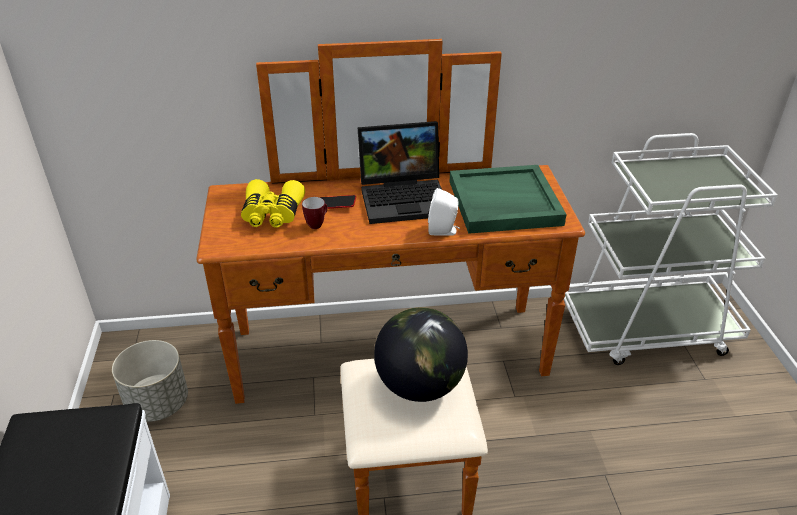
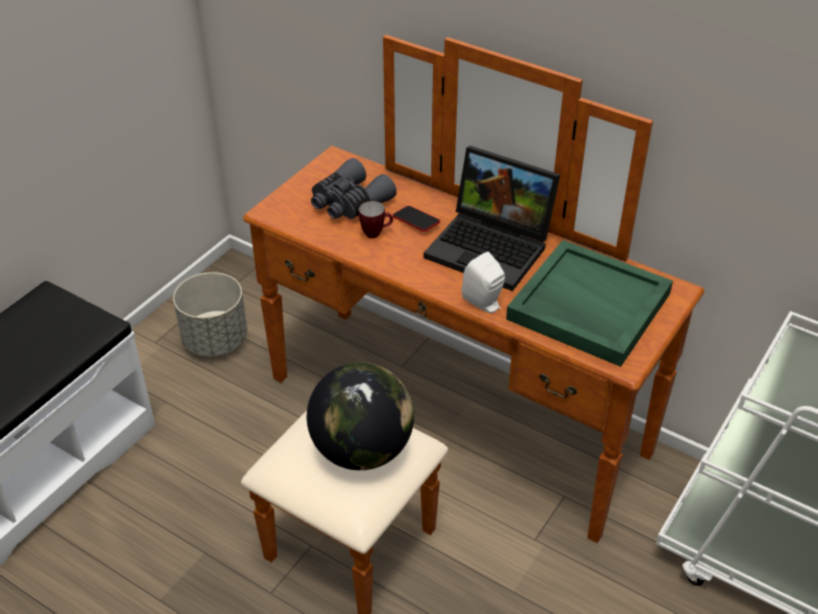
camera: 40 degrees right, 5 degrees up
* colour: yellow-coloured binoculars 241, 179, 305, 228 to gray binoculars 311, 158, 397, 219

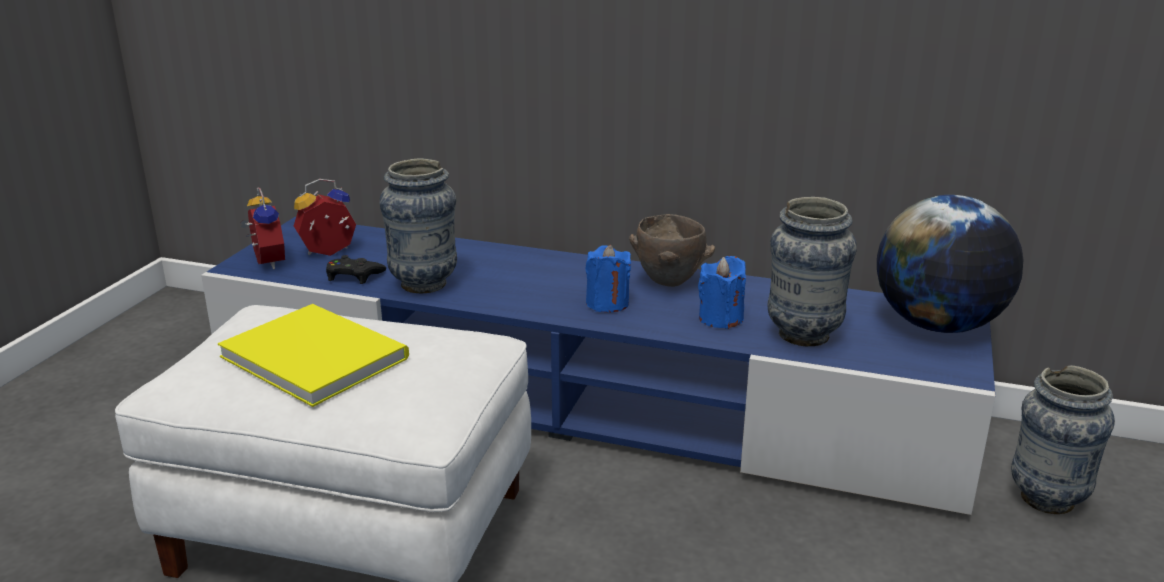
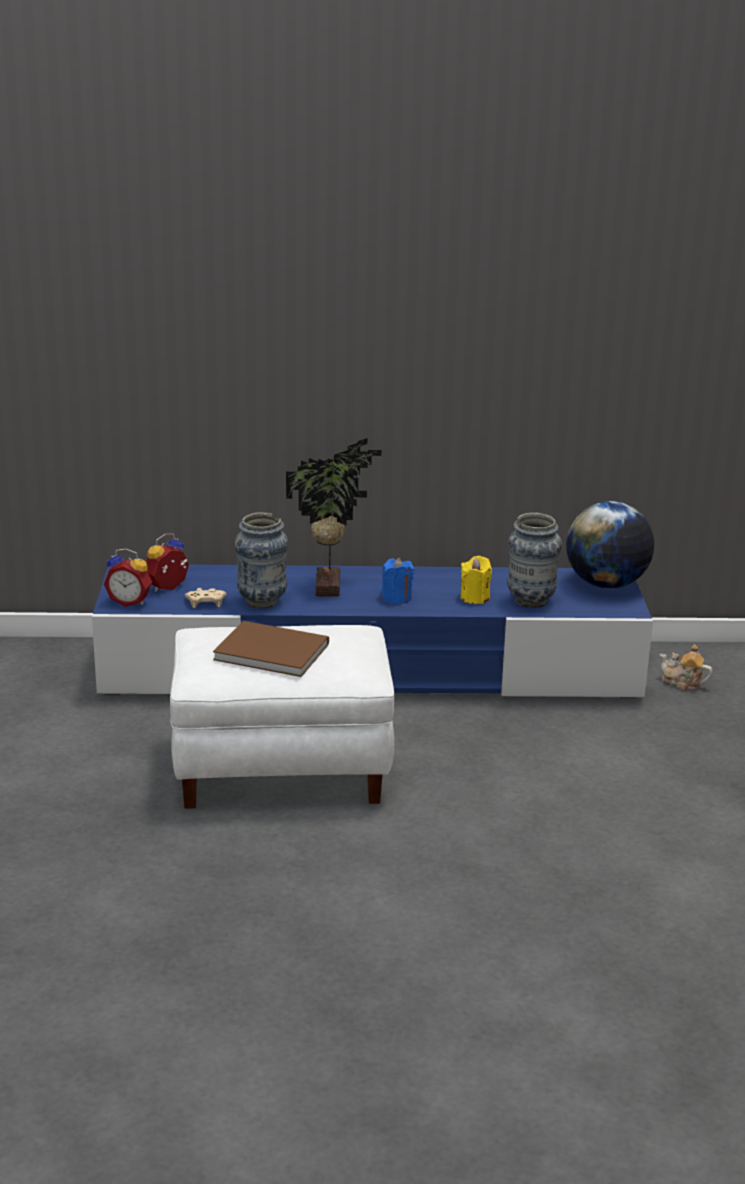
camera: 20 degrees left, 0 degrees up
* missing: brown-coloured deep dish 629, 214, 715, 287
* appeared: houseplant 286, 438, 382, 597
* exchanged: decorative vase 1011, 365, 1115, 514 to pot for tea 660, 644, 713, 690
* colour: yellow-coloured book 218, 304, 409, 407 to brown-coloured book 213, 621, 329, 677
* colour: black-coloured gamepad 326, 255, 386, 284 to beige gamepad 185, 588, 227, 608
* colour: blue-coloured wax candle 698, 256, 746, 329 to yellow-coloured wax candle 461, 556, 492, 604
* spun: alarm clock 240, 187, 285, 269 = 104, 548, 152, 607 150 degrees clockwise

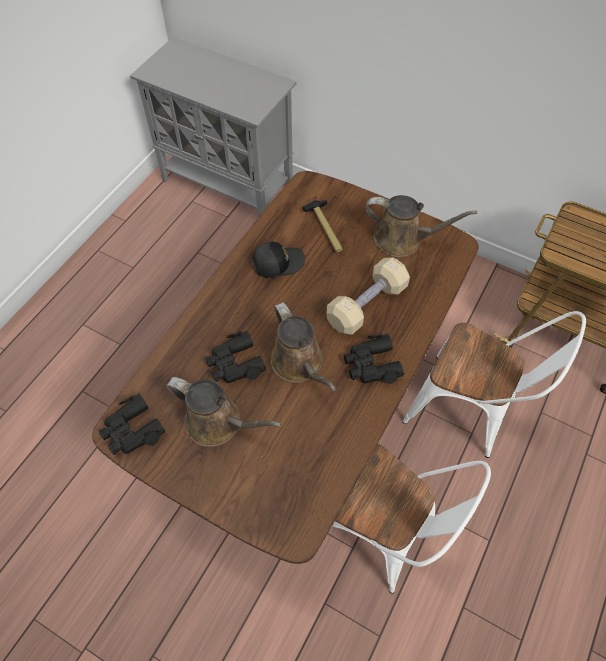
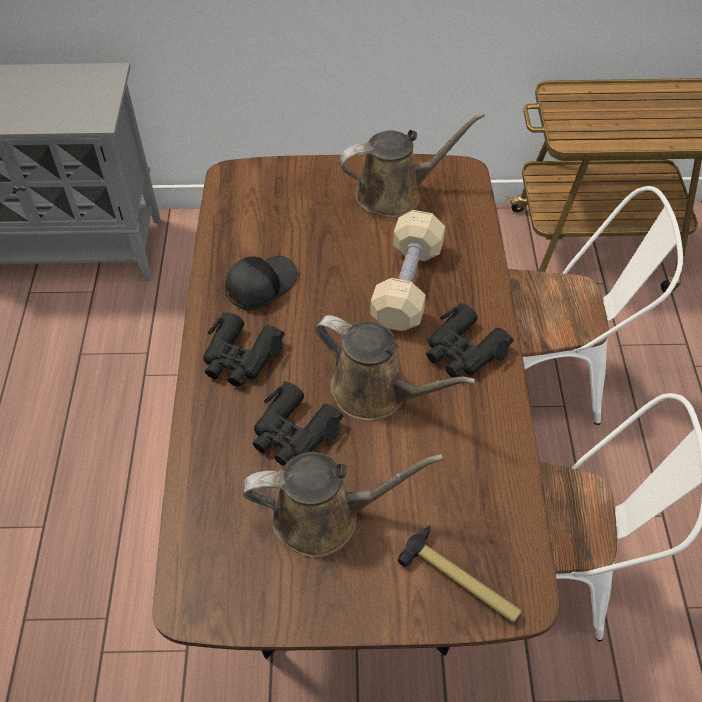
camera: 30 degrees left, 5 degrees down
* relocated: black-coloured binoculars 99, 393, 165, 455 to 203, 312, 285, 386
* relocated: tool hammer 303, 200, 343, 253 to 398, 525, 522, 623

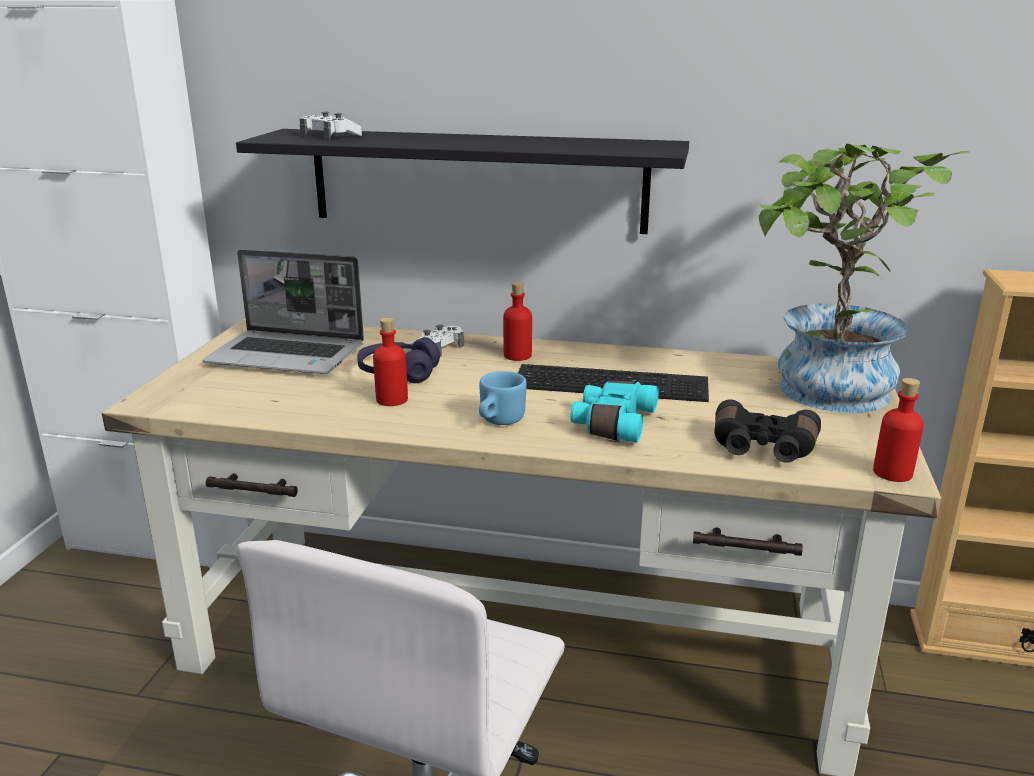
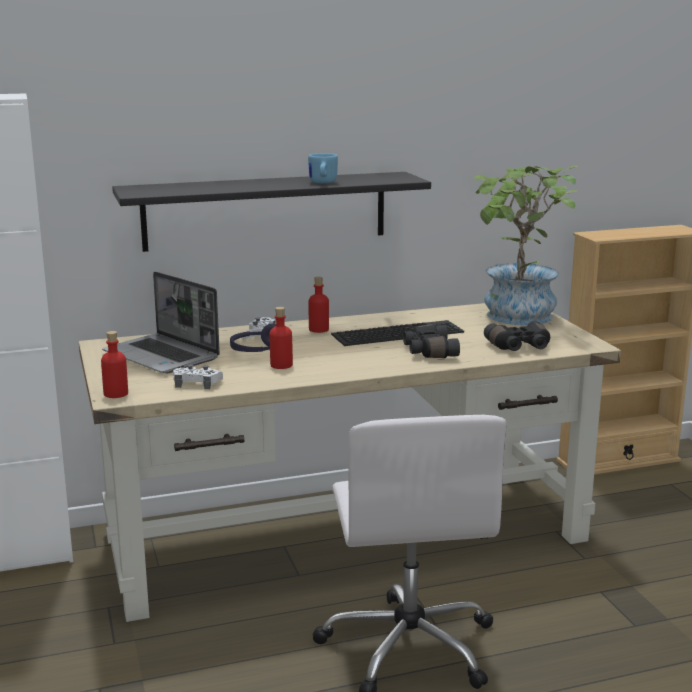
camera: 30 degrees left, 5 degrees down
* relocated: white-coloured gamepad 300, 112, 362, 139 to 173, 364, 223, 389
* relocated: blue-coloured mug 479, 371, 527, 425 to 308, 153, 338, 183
* relocated: red beverage bottle 873, 378, 924, 482 to 101, 331, 128, 398
* colour: blue-green binoculars 570, 381, 659, 443 to black-coloured binoculars 403, 324, 460, 358
* spun: notebook computer 203, 249, 364, 374 = 102, 272, 220, 373 60 degrees clockwise

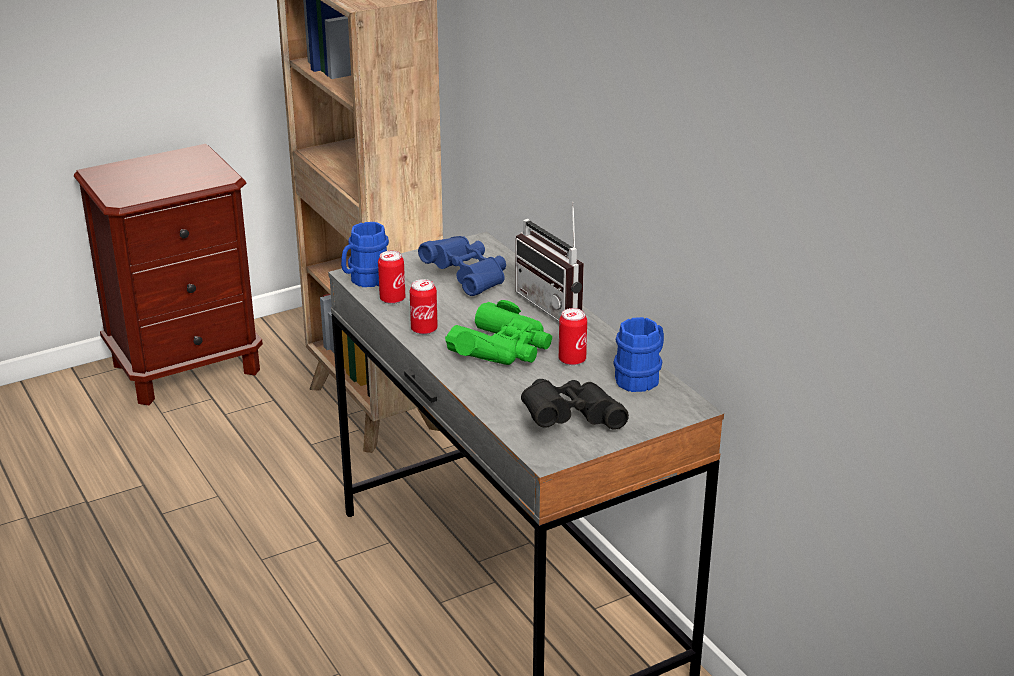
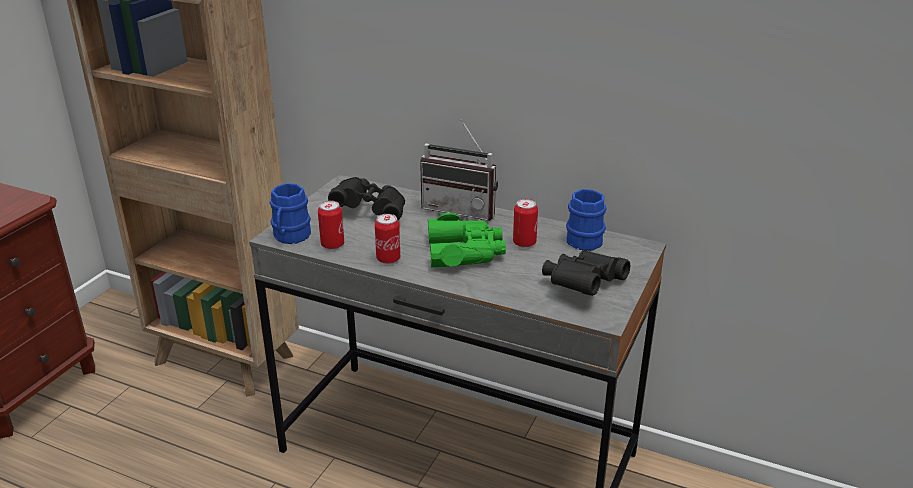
camera: 35 degrees left, 0 degrees up
* colour: blue-coloured binoculars 418, 236, 506, 296 to black-coloured binoculars 328, 177, 405, 220

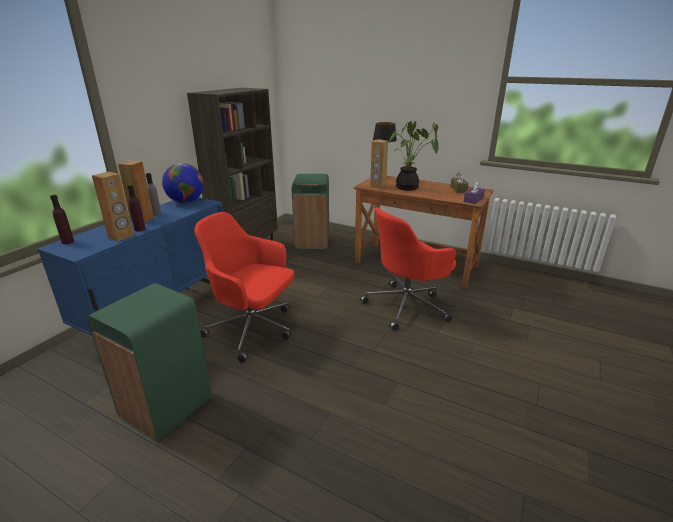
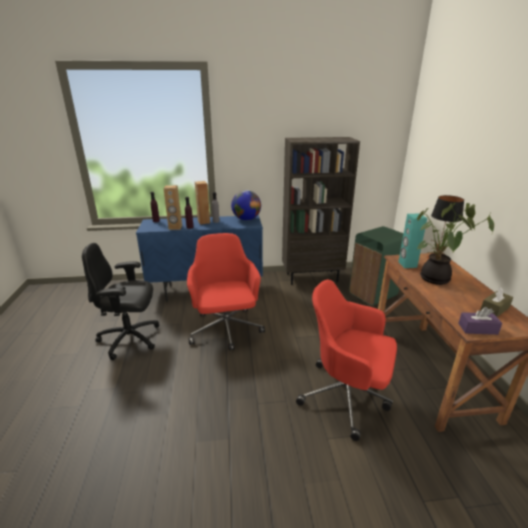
camera: 55 degrees right, 0 degrees up
* exchanged: green-coloured waste bin 87, 283, 211, 442 to black-coloured office chair 82, 243, 159, 360
* colour: brown-coloured speaker 370, 139, 388, 189 to blue-green speaker 398, 213, 427, 268

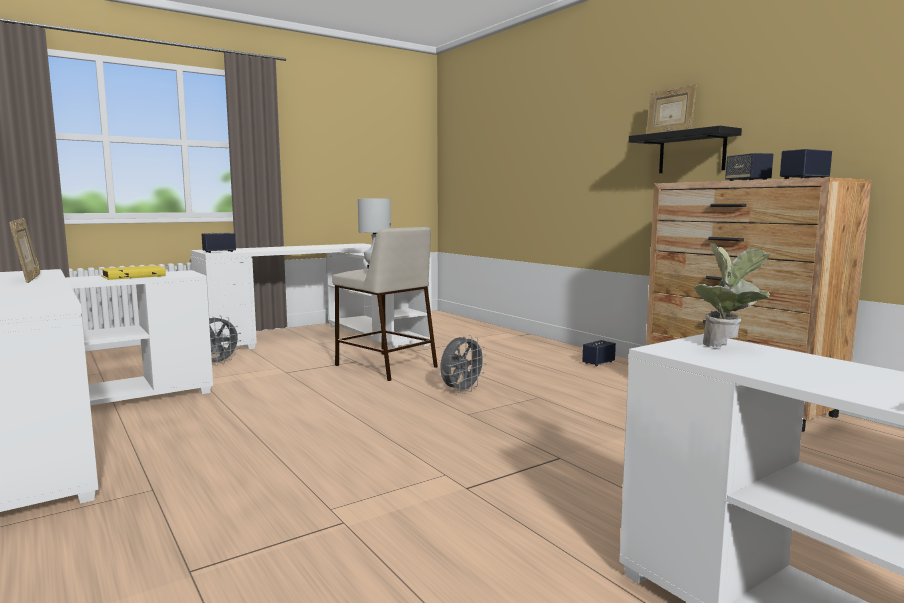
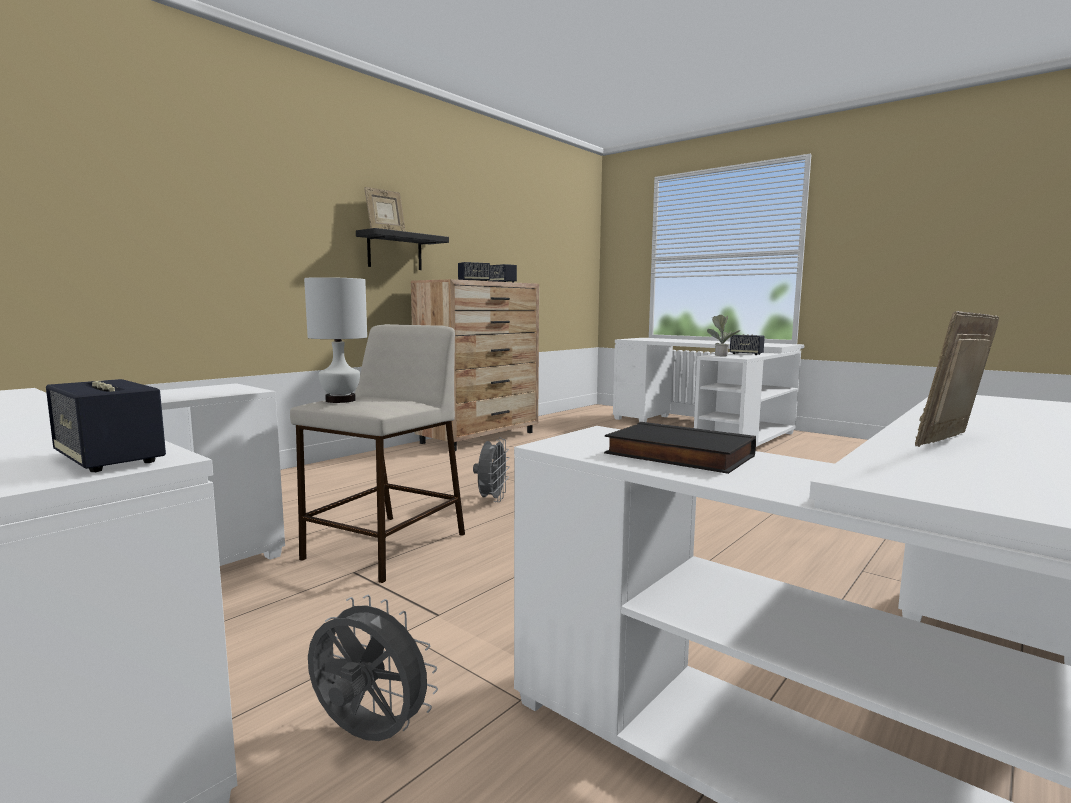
camera: 105 degrees left, 0 degrees up
* relocated: speaker 582, 340, 616, 366 to 730, 334, 765, 355
* colour: yellow-coloured book 101, 265, 166, 280 to black-coloured book 604, 422, 756, 474
* spun: gray fan 440, 335, 487, 394 = 473, 438, 510, 502 75 degrees clockwise

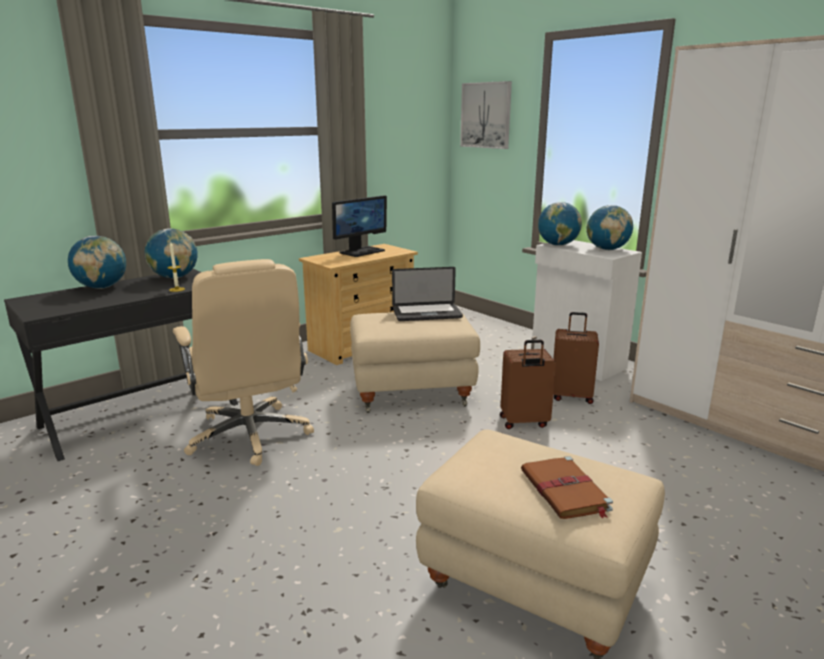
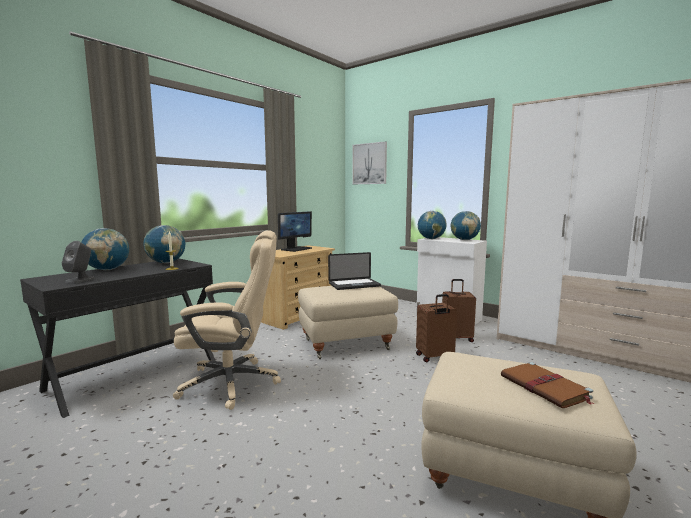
camera: 10 degrees left, 10 degrees down
* appeared: gray speaker 62, 241, 95, 283
* spun: beige office chair 173, 259, 314, 466 = 173, 230, 281, 410 60 degrees counterclockwise

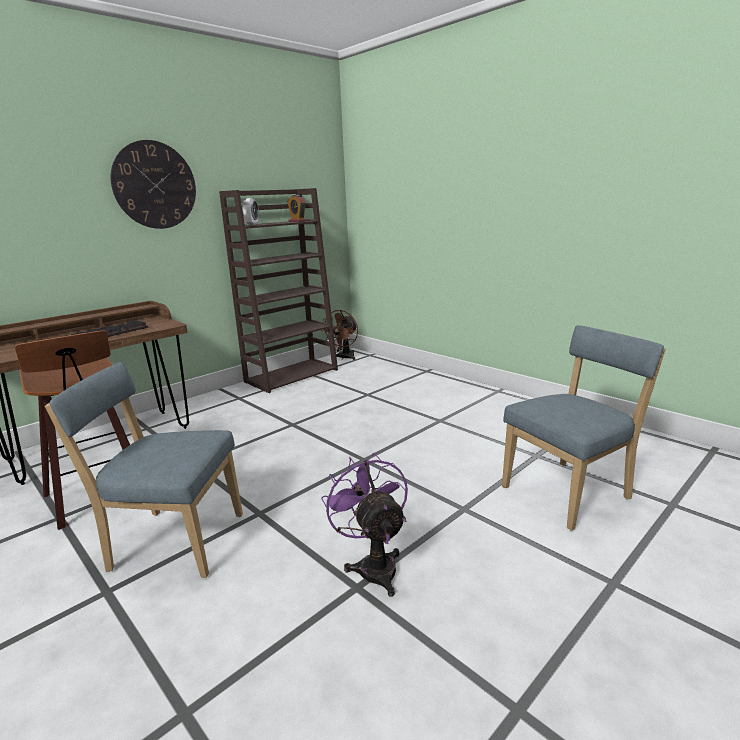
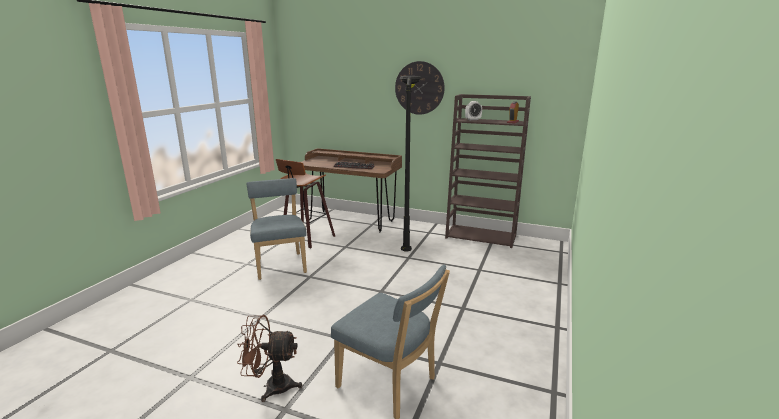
camera: 65 degrees right, 0 degrees up
* missing: purplish fan 321, 453, 408, 597
* appeared: black-coloured standard lamp 399, 76, 422, 252
* relocated: brown-coloured fan 322, 310, 358, 360 to 237, 315, 302, 402

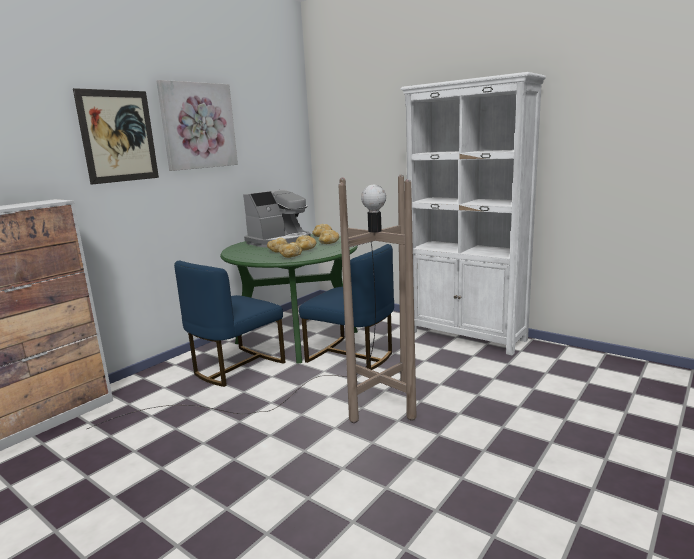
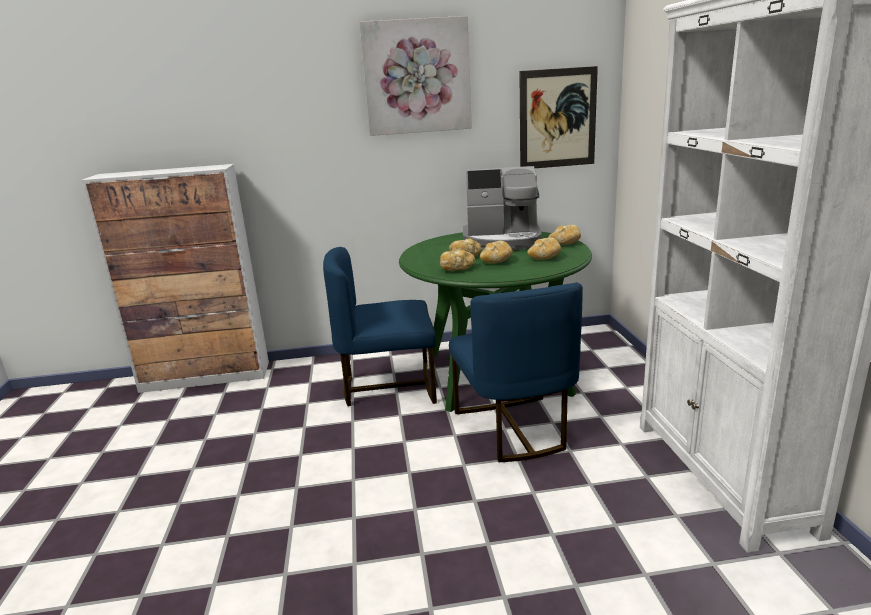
camera: 45 degrees right, 5 degrees up
* missing: brown-coloured standard lamp 87, 174, 416, 429
* relocated: wall art 73, 88, 159, 185 to 519, 66, 598, 168

